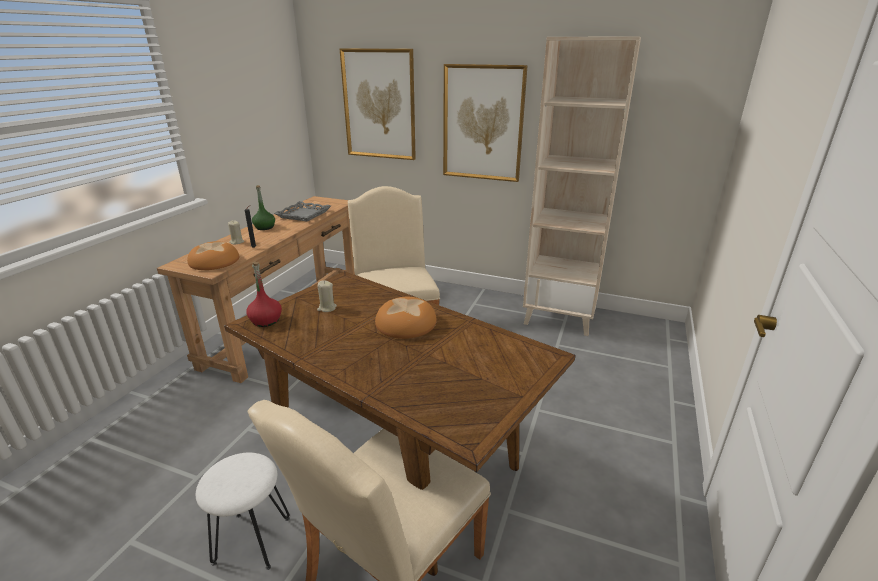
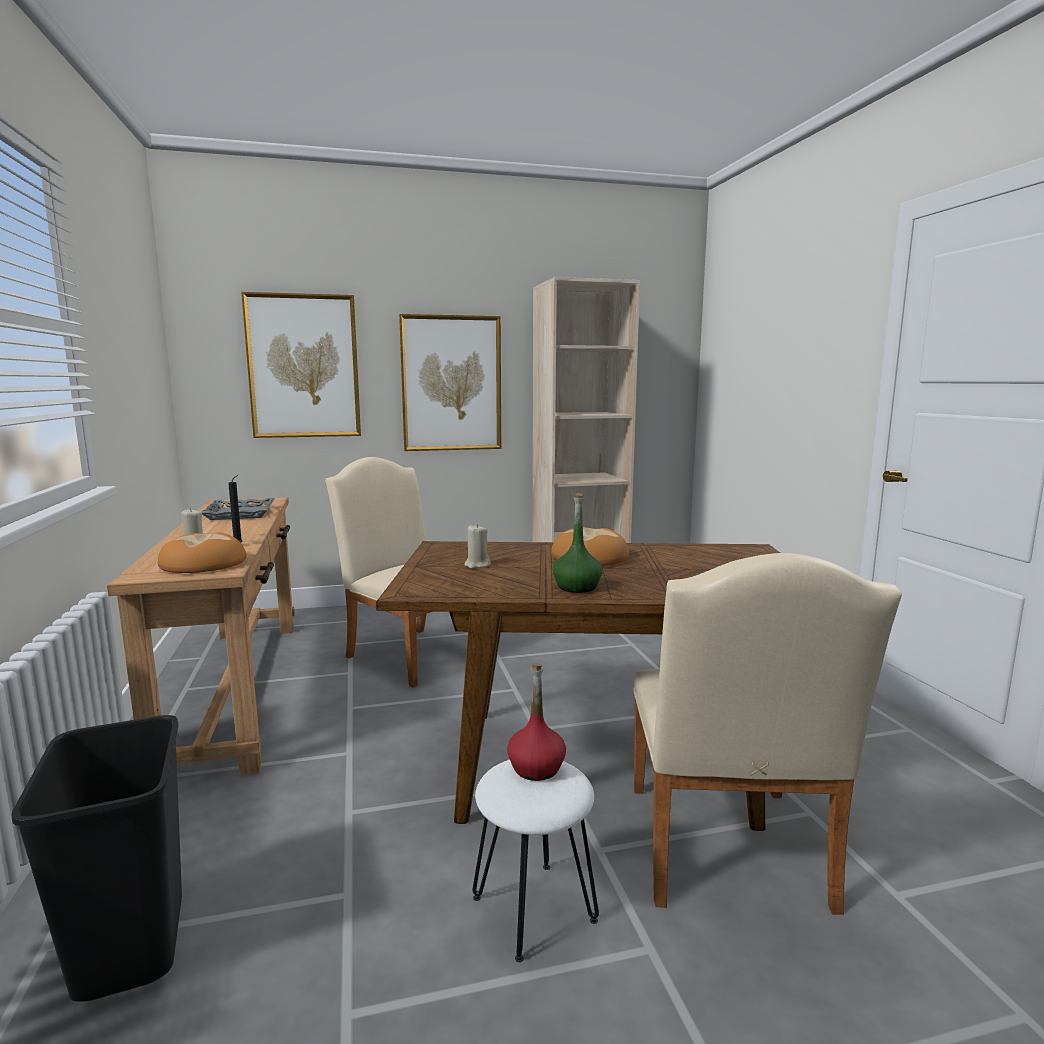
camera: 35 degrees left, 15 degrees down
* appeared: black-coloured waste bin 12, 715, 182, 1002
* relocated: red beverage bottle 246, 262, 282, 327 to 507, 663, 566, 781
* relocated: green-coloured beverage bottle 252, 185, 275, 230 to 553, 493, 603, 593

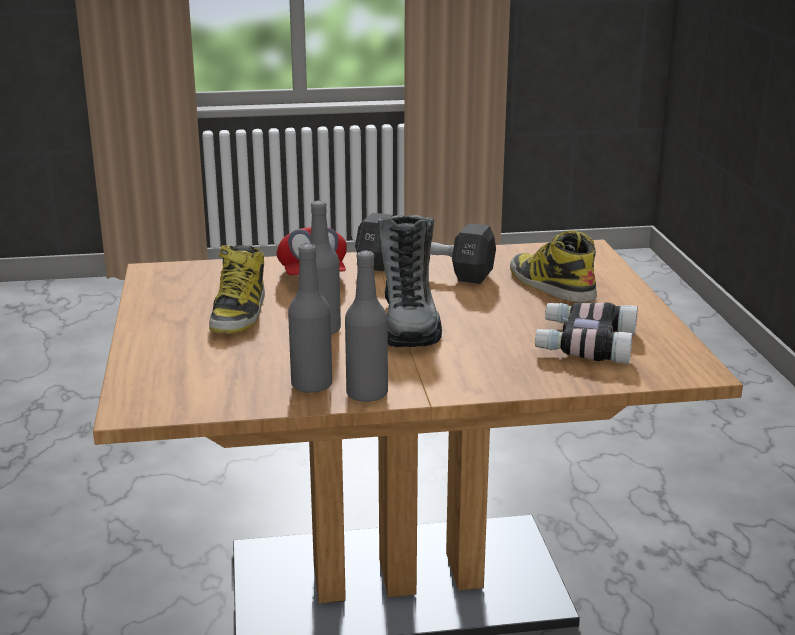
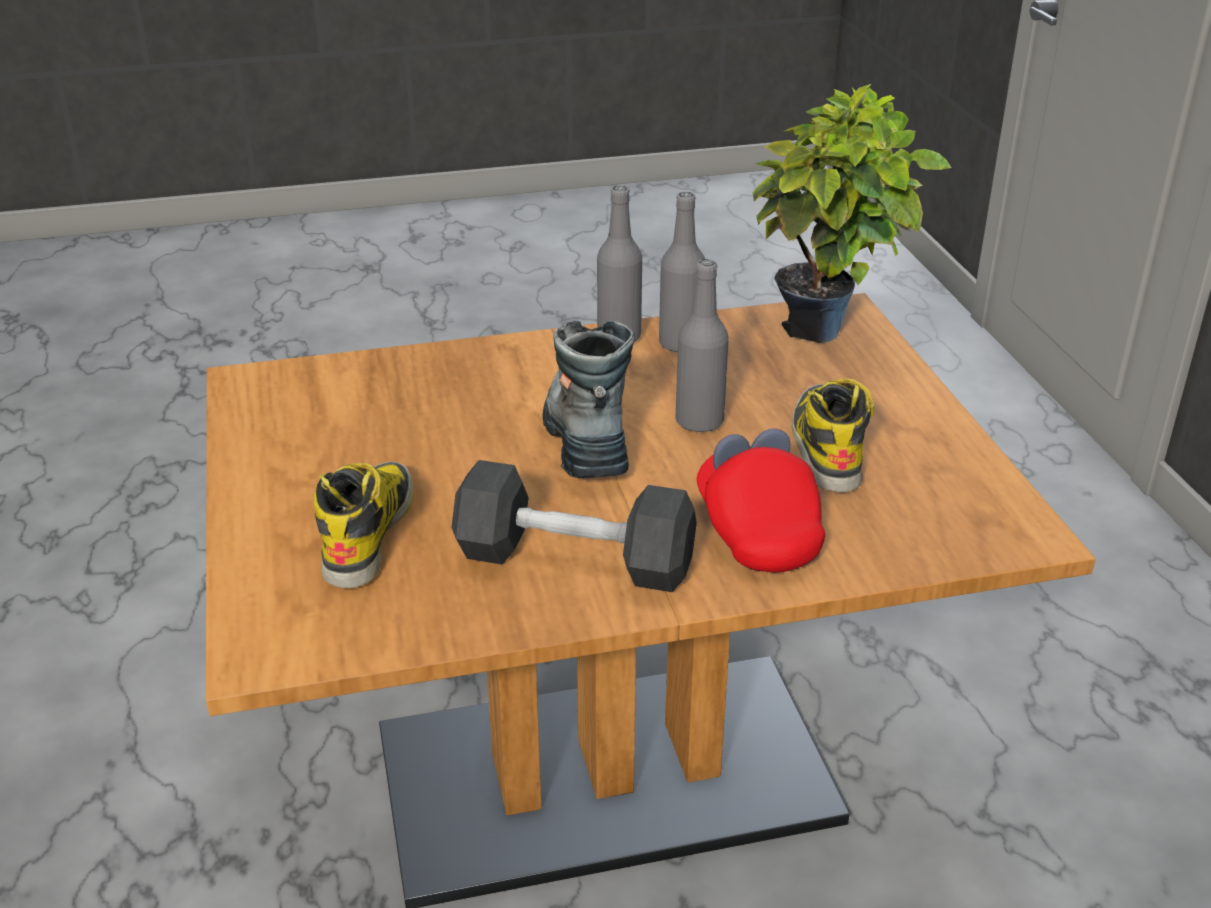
camera: 175 degrees right, 10 degrees up
* missing: binoculars 535, 302, 638, 364
* appeared: houseplant 752, 84, 952, 343
* spun: tall boot 510, 230, 597, 303 = 314, 462, 413, 588 135 degrees counterclockwise

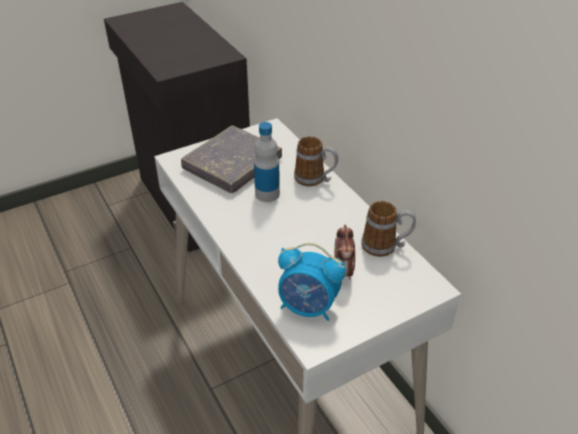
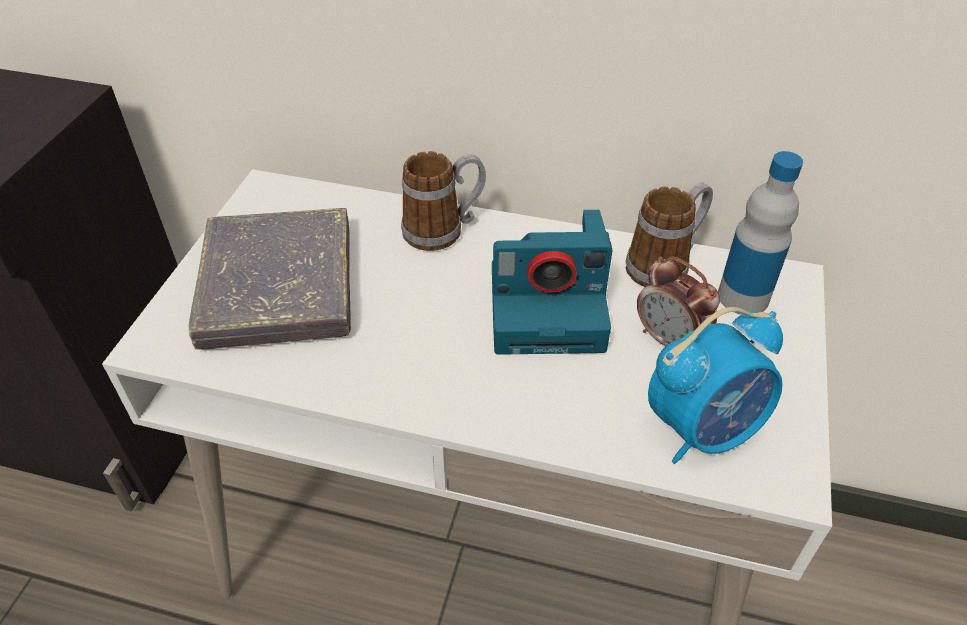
camera: 45 degrees left, 5 degrees up
* appeared: photo camera 492, 210, 613, 355
* relocated: beverage bottle 254, 122, 280, 202 to 718, 151, 803, 315

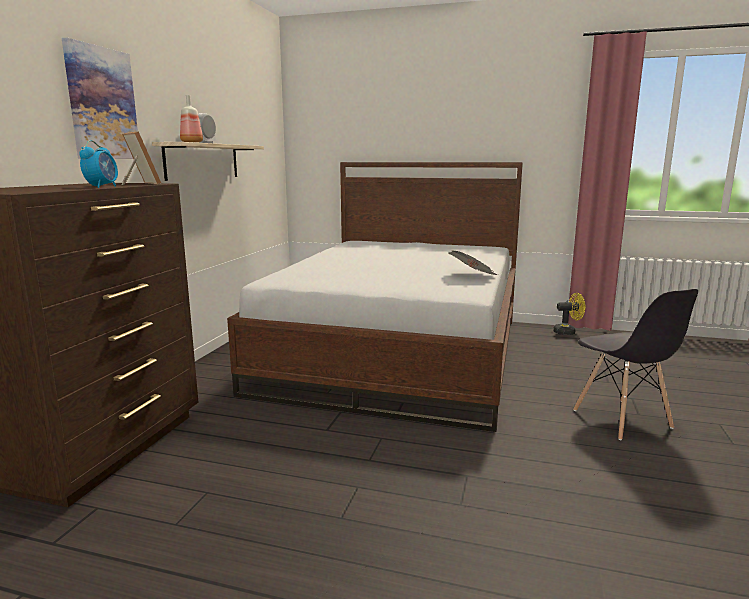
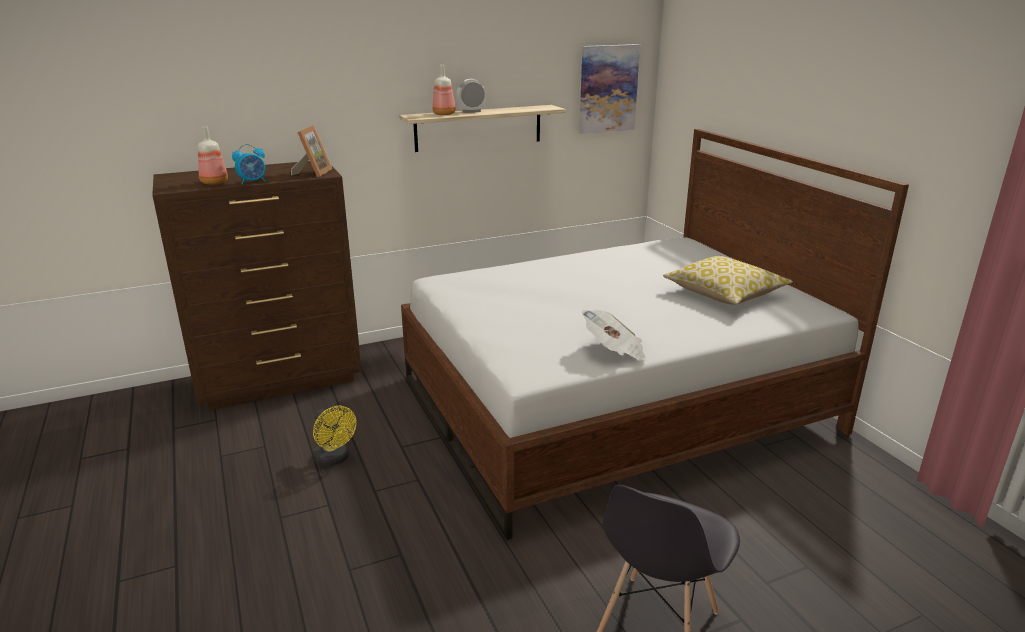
camera: 50 degrees right, 10 degrees up
* appeared: beverage bottle 198, 126, 228, 185
* appeared: pillow 663, 256, 793, 304
* relocated: wall art 62, 38, 138, 159 to 579, 44, 640, 134
* relocated: yellow-coloured fan 553, 293, 586, 335 to 313, 406, 356, 467

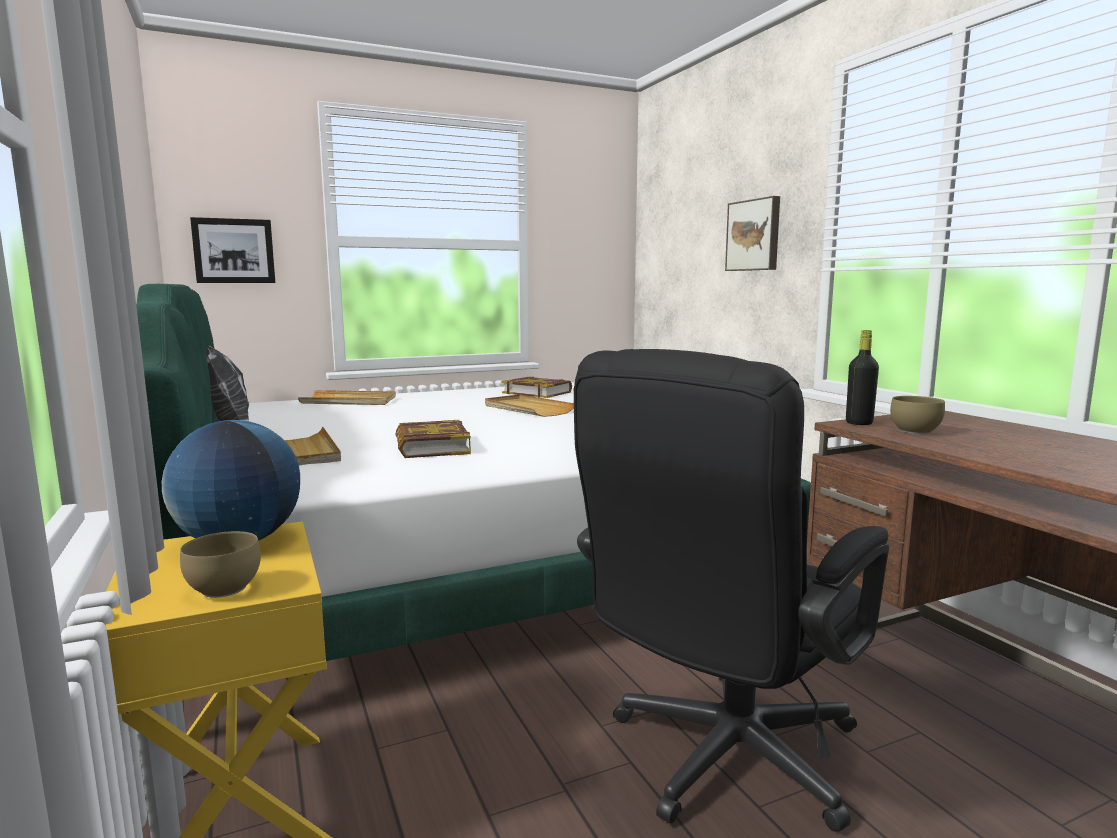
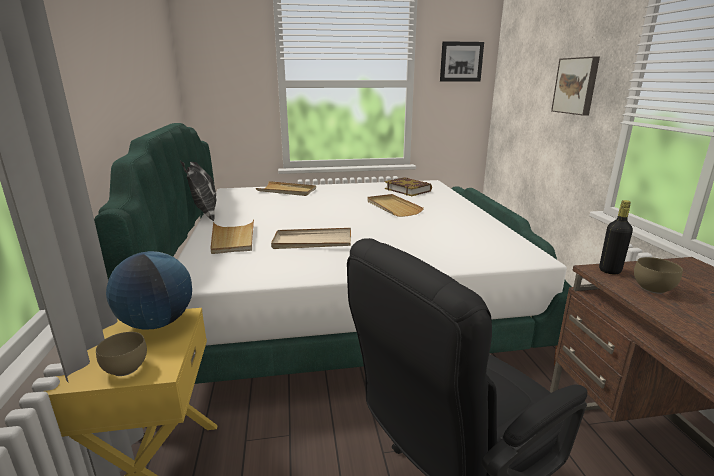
camera: 15 degrees right, 10 degrees up
* relocated: wall art 190, 217, 275, 283 to 440, 41, 484, 82
* exchanged: book 396, 420, 471, 458 to beige serving tray 271, 228, 351, 249

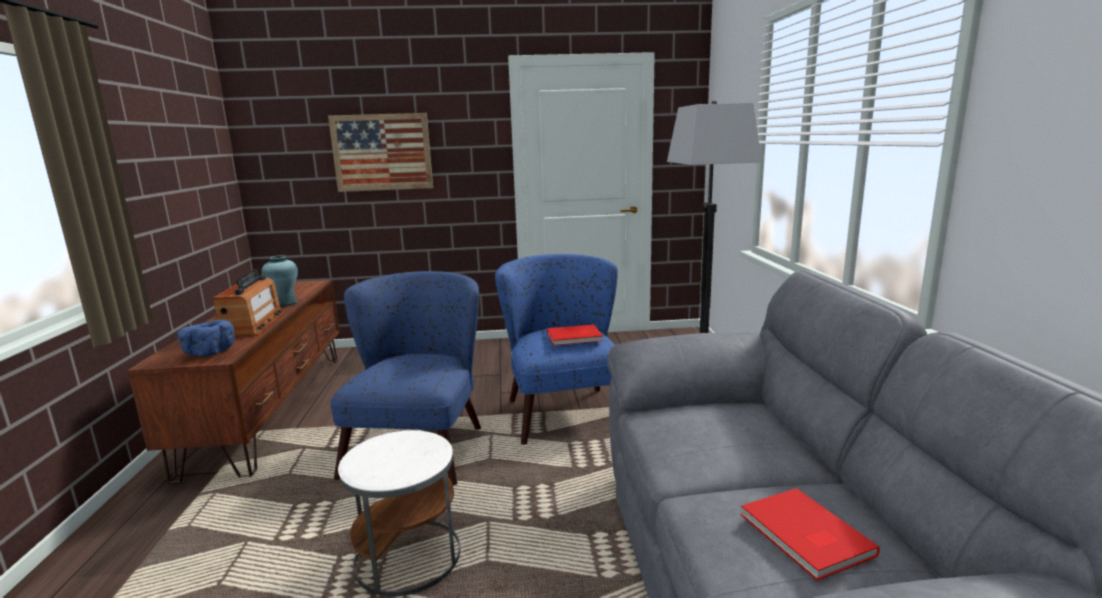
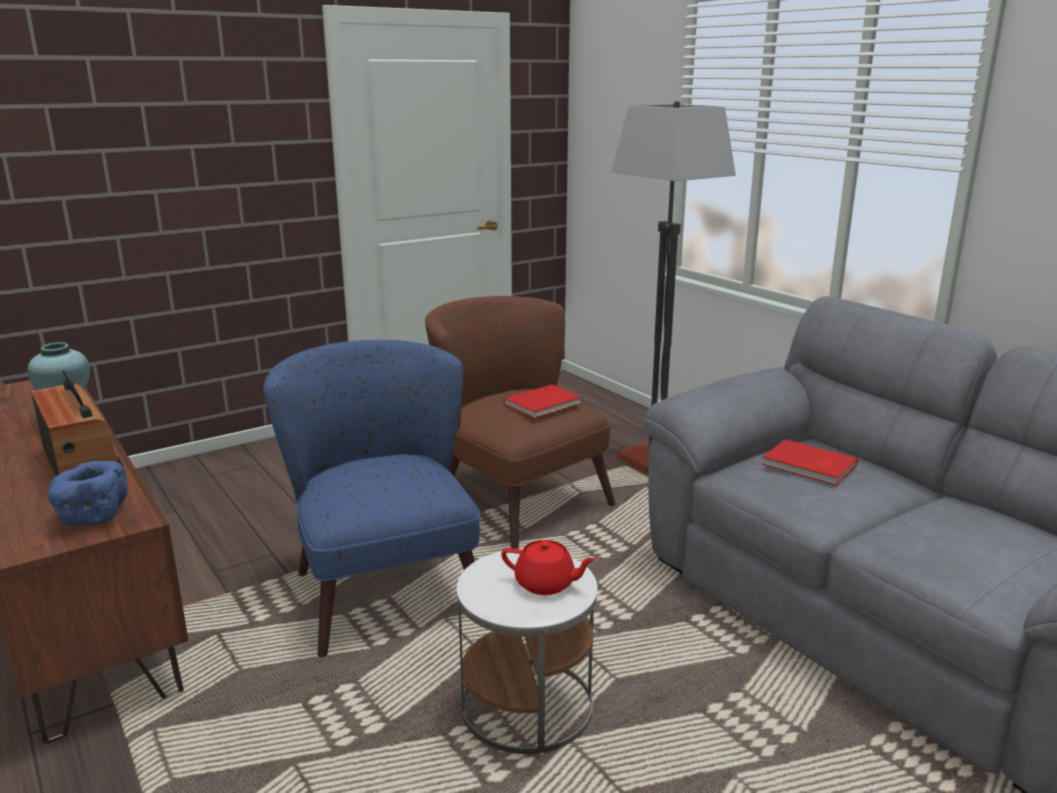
camera: 30 degrees left, 5 degrees up
* missing: wall art 328, 113, 433, 192
* appeared: red pot for tea 501, 540, 596, 595
* relocated: red book 741, 488, 880, 581 to 762, 439, 858, 486
* colour: blue-coloured lounge chair 495, 254, 618, 445 to brown-coloured lounge chair 425, 296, 616, 549

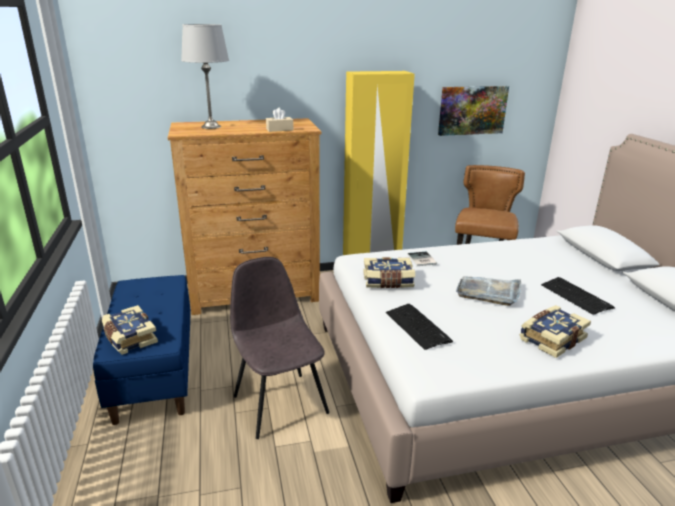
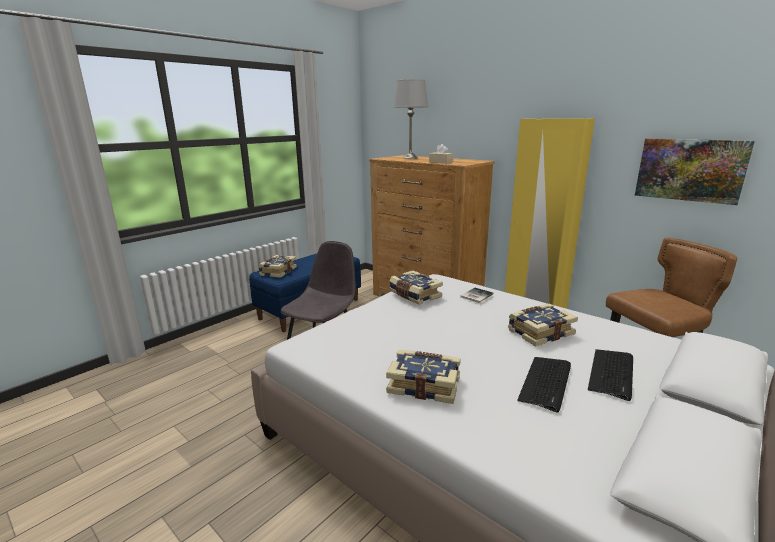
camera: 55 degrees right, 5 degrees down
* missing: gray serving tray 456, 276, 521, 306
* appeared: book 508, 304, 578, 347
* relocated: keyboard 386, 304, 453, 350 to 588, 349, 633, 401

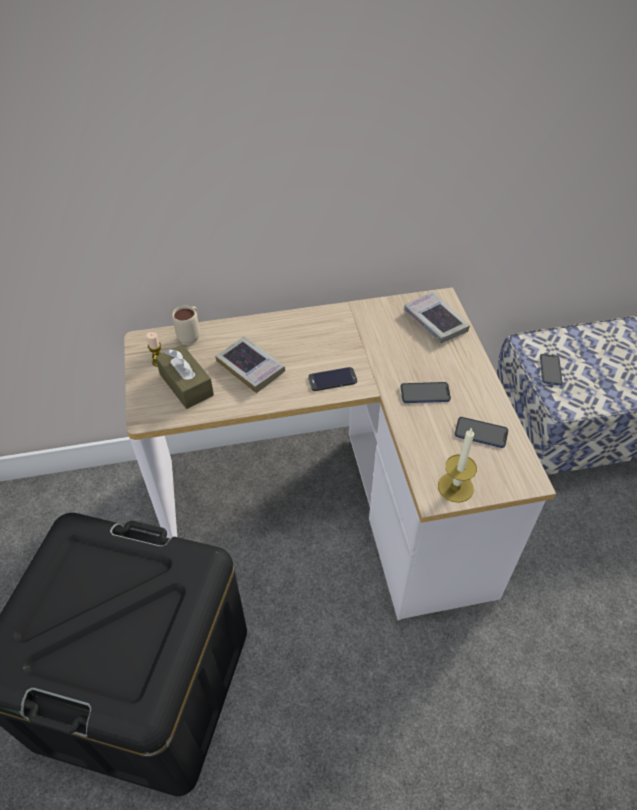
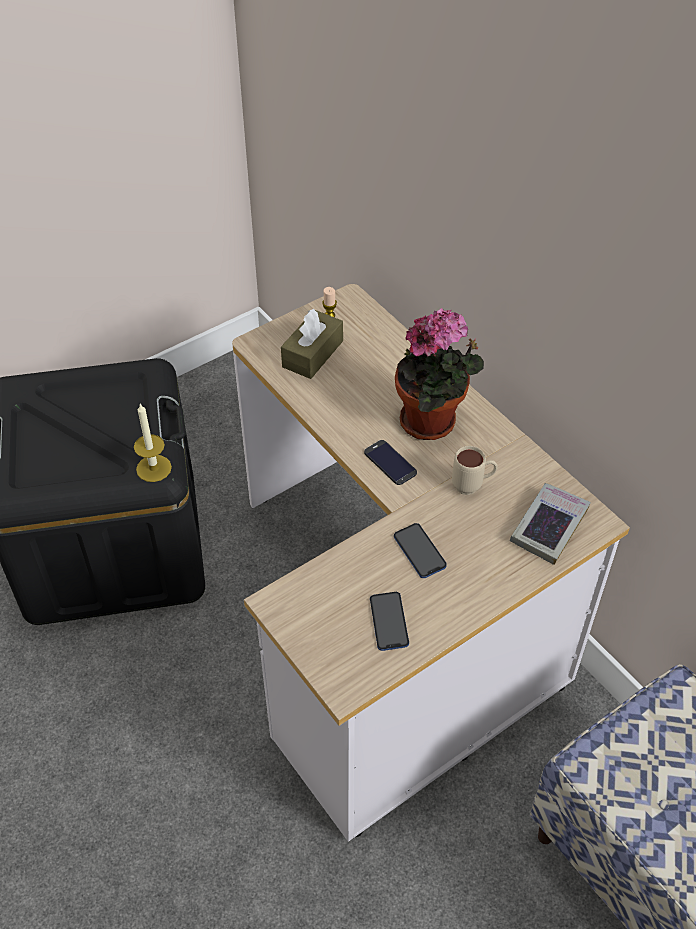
camera: 65 degrees right, 0 degrees up
* missing: book 215, 336, 285, 393
* missing: handset 540, 354, 563, 386
* appeared: houseplant 395, 308, 484, 440
* relocated: beige mug 172, 306, 200, 345 to 452, 446, 498, 495
* relocated: wax candle 438, 427, 477, 503 to 134, 404, 172, 482

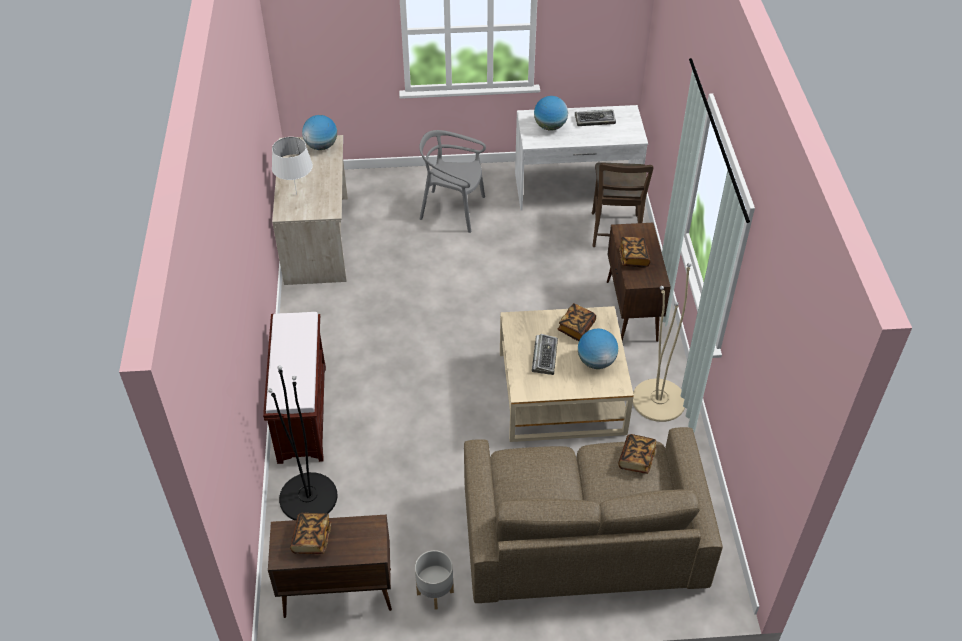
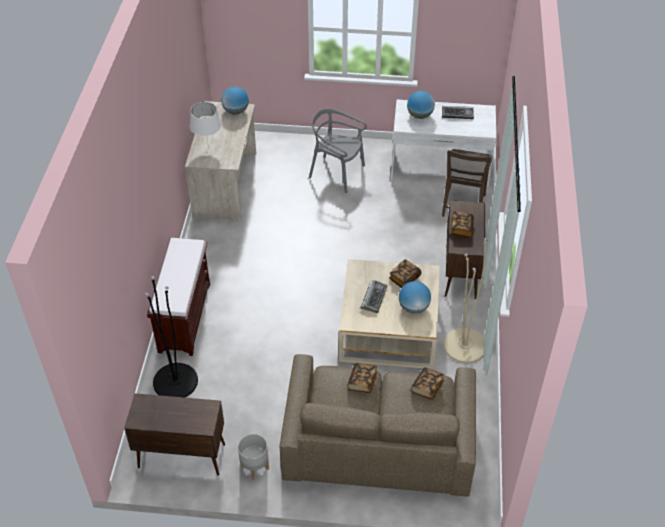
camera: 10 degrees right, 0 degrees up
* relocated: book 290, 513, 331, 554 to 347, 363, 377, 393

